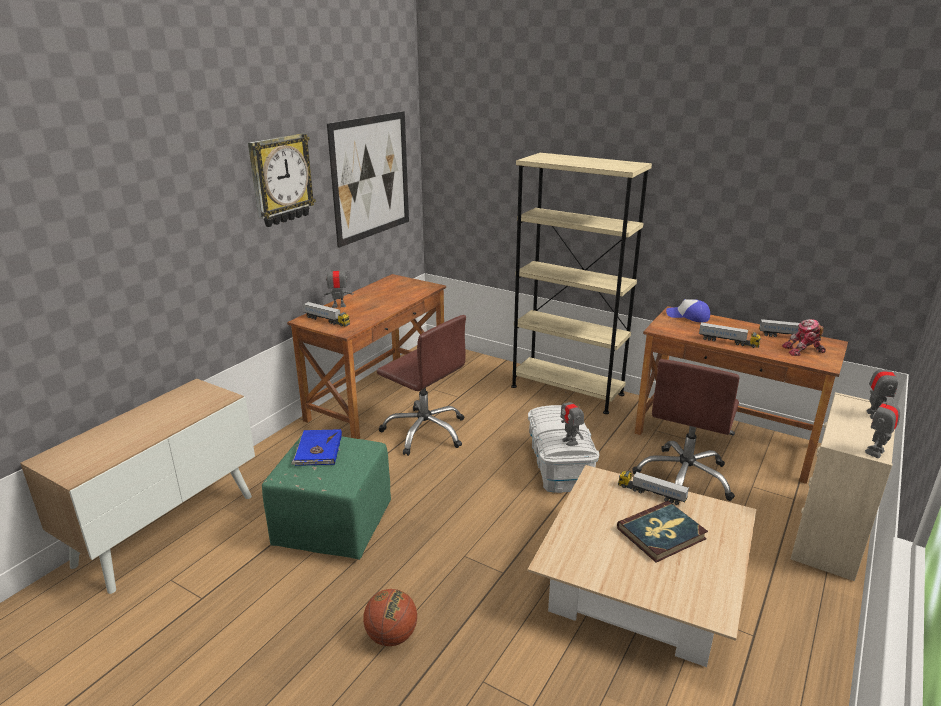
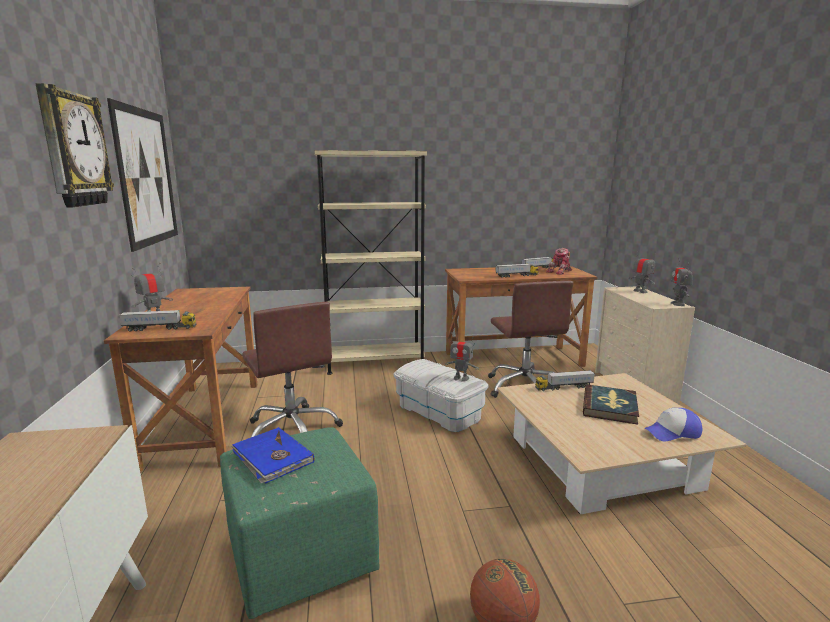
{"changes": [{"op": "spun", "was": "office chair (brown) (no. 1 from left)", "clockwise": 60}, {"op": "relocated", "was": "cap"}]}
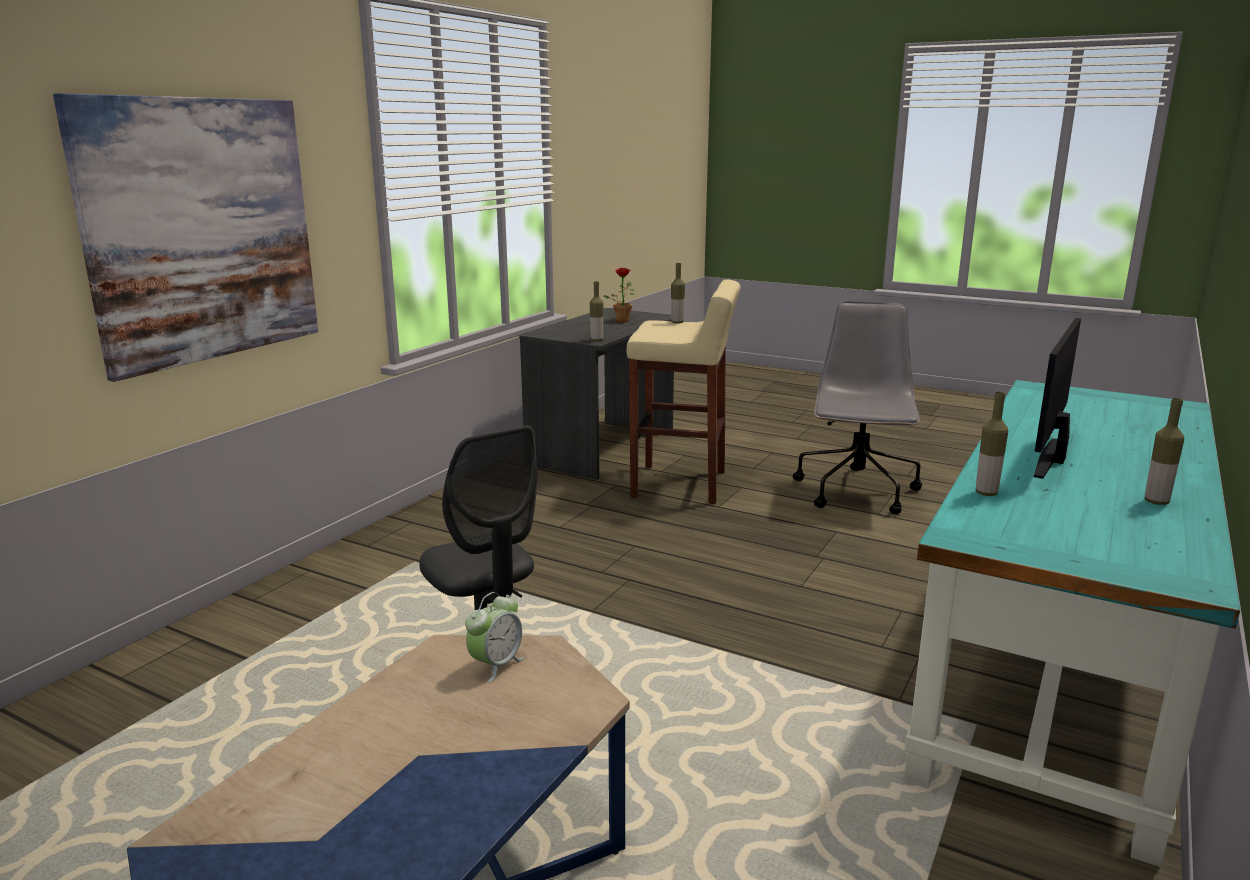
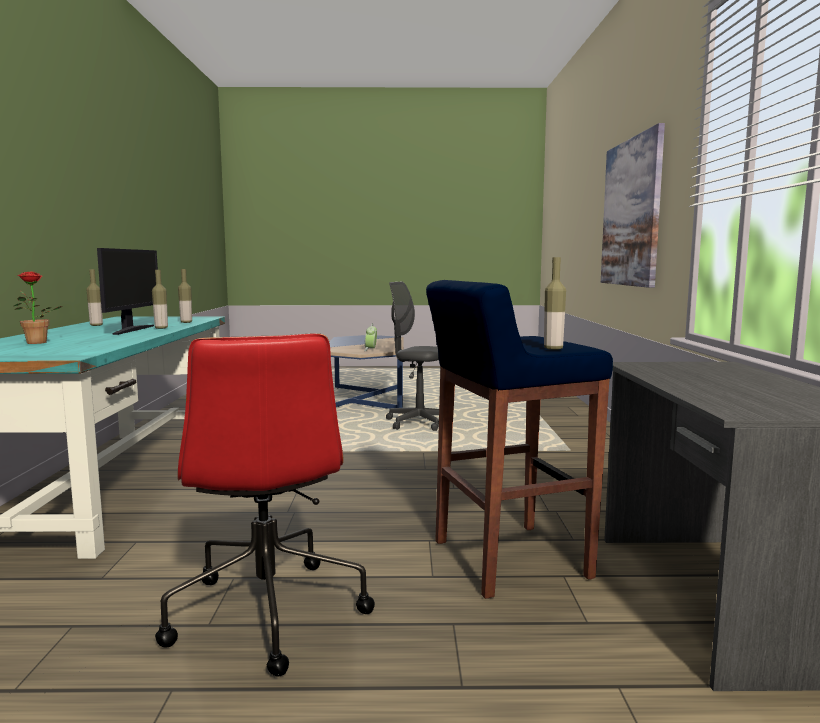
{"changes": [{"op": "relocated", "was": "potted plant"}, {"op": "relocated", "was": "bottle (no. 1 from left in the first image)", "now": "bottle (no. 2 from left)"}, {"op": "colour", "was": "office chair (grey) (no. 2 from left)", "now": "office chair (red)"}, {"op": "colour", "was": "stool (beige)", "now": "stool (blue)"}]}
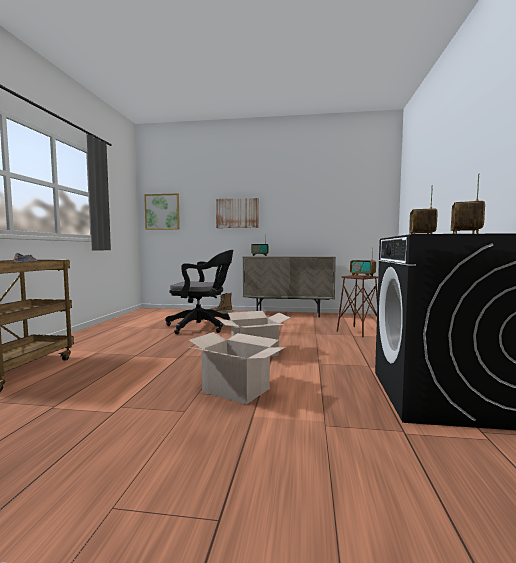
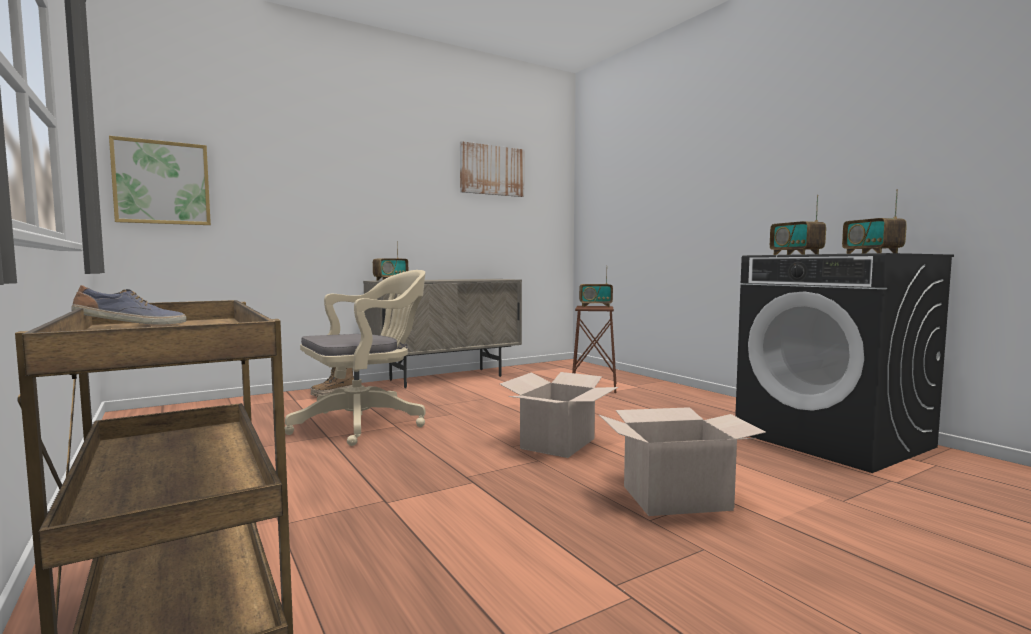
{"changes": [{"op": "colour", "was": "office chair (black)", "now": "office chair (beige)"}, {"op": "relocated", "was": "picture (no. 2 from left)"}]}
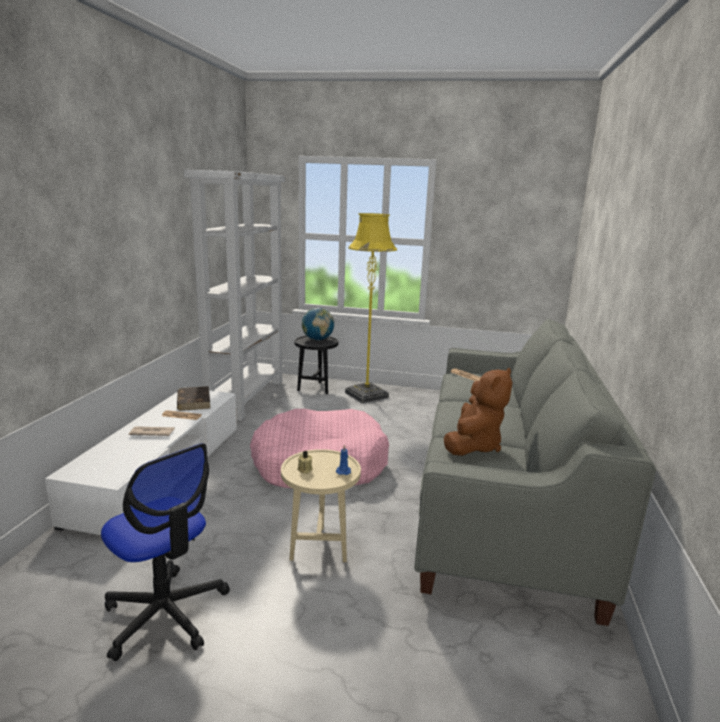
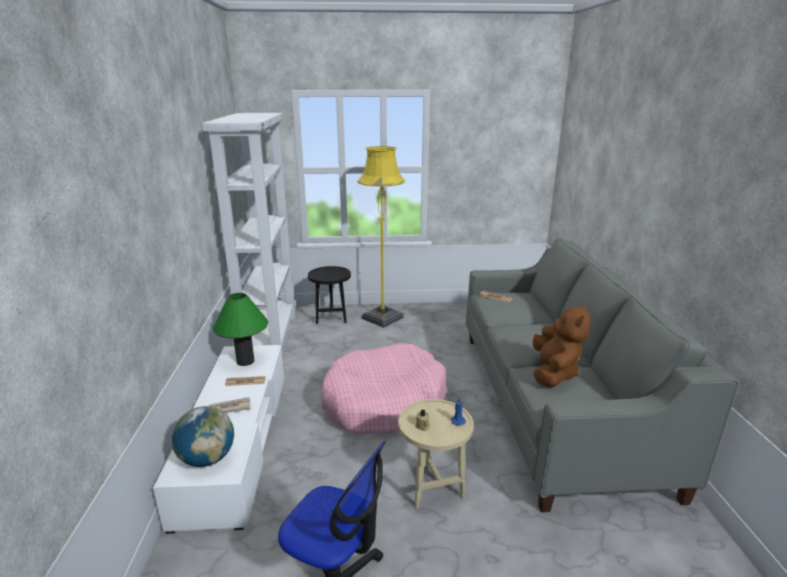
{"changes": [{"op": "relocated", "was": "globe"}, {"op": "exchanged", "was": "book (brown)", "now": "table lamp (green)"}]}
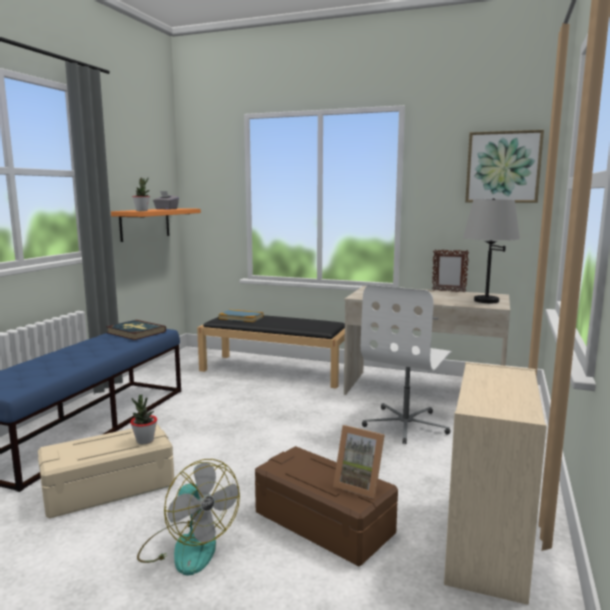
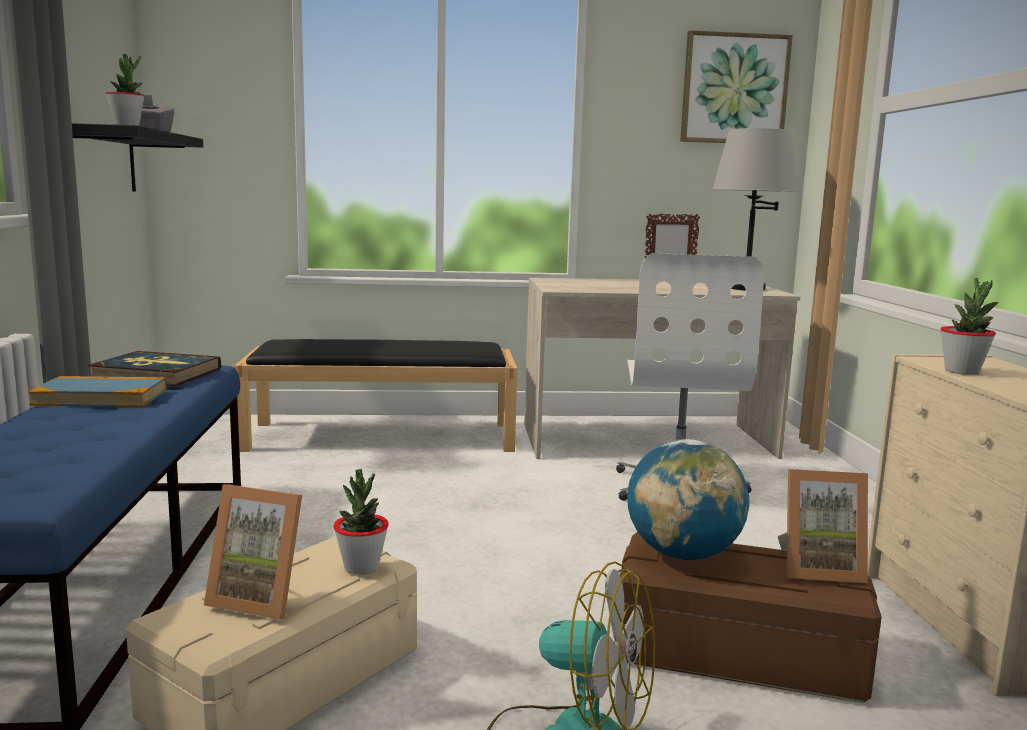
{"changes": [{"op": "relocated", "was": "book (no. 2 from left in the first image)", "now": "book (no. 1 from left)"}, {"op": "colour", "was": "shelf (orange)", "now": "shelf (black)"}, {"op": "appeared", "now": "picture frame (no. 1 from left)"}, {"op": "appeared", "now": "globe"}, {"op": "appeared", "now": "potted plant (no. 3 from left)"}]}
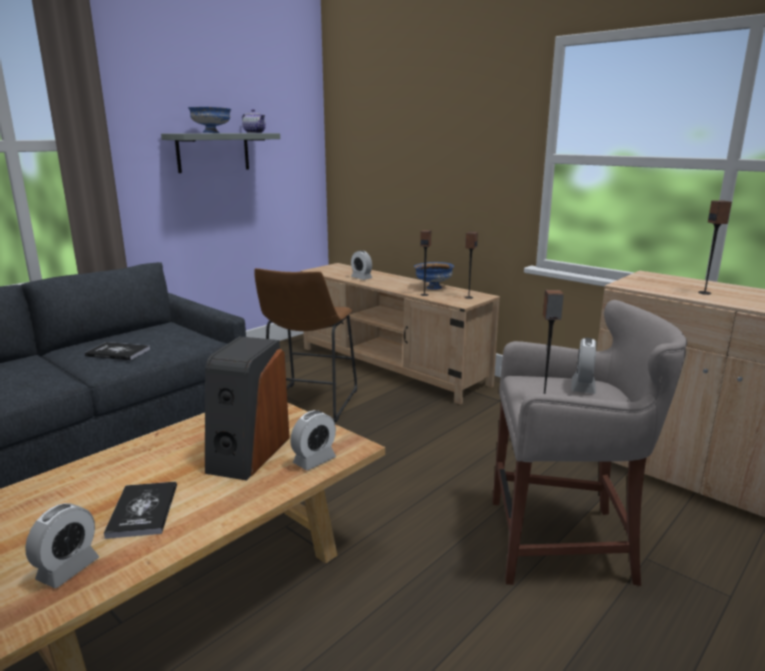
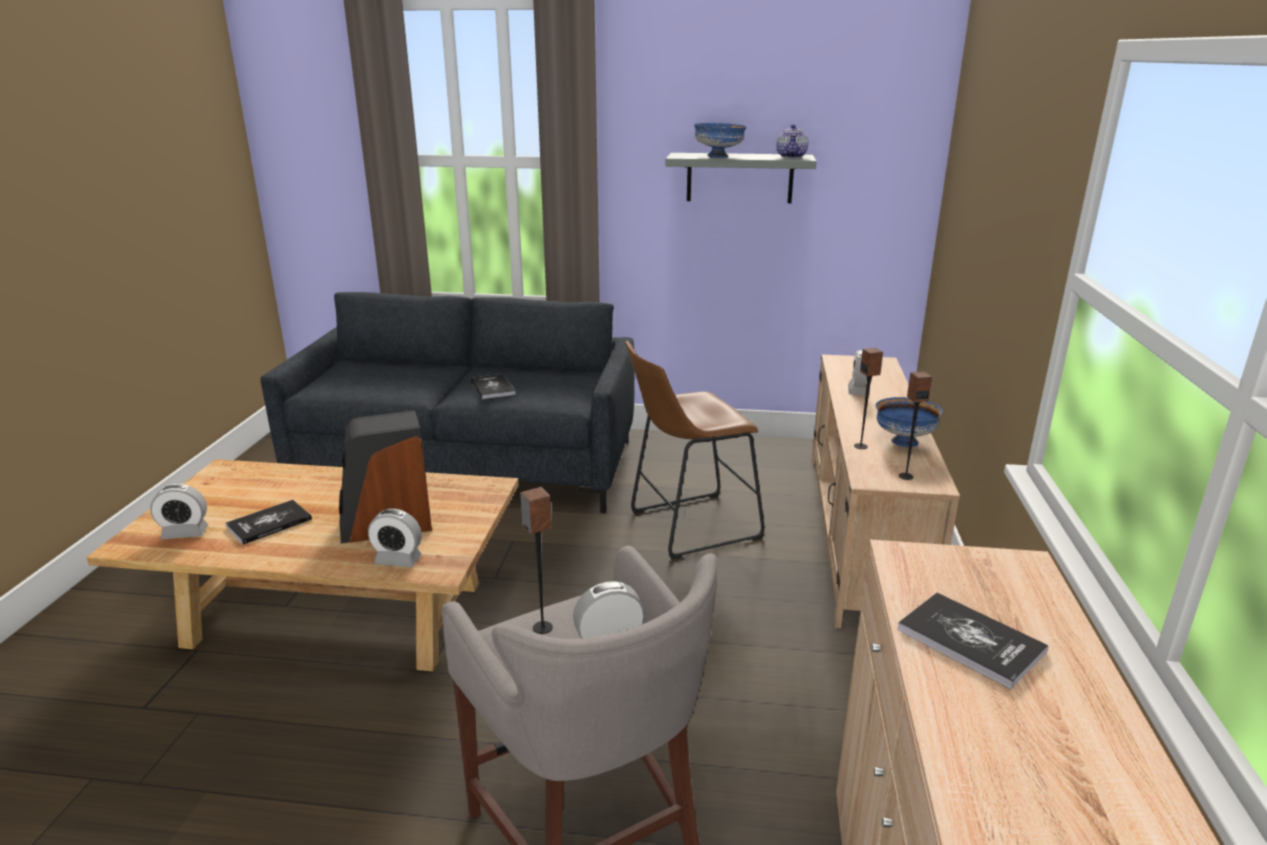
{"changes": [{"op": "exchanged", "was": "speaker (no. 5 from left)", "now": "book (no. 3 from left)"}]}
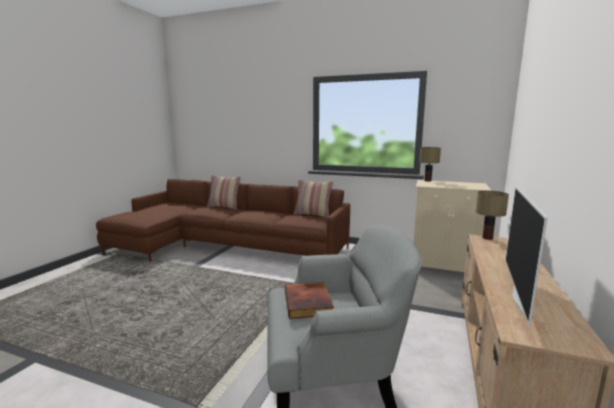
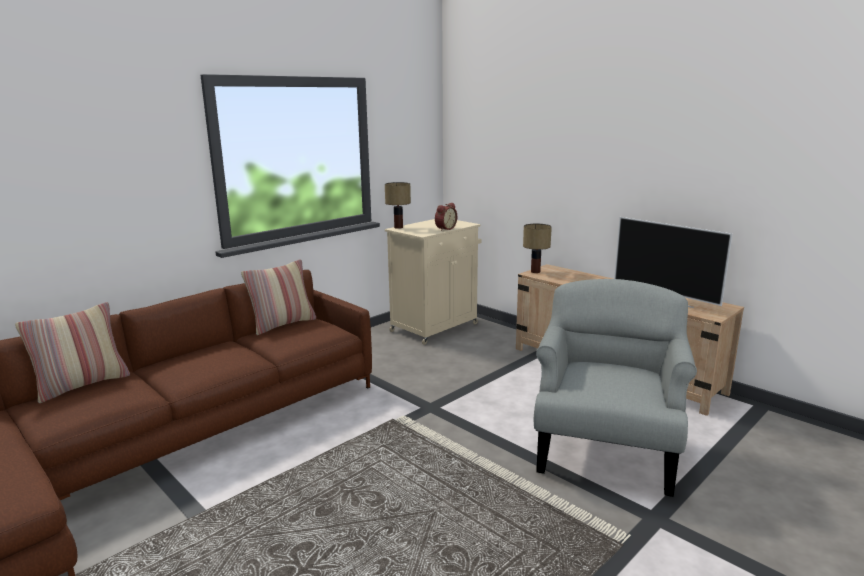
{"changes": [{"op": "appeared", "now": "alarm clock"}, {"op": "missing", "was": "book"}]}
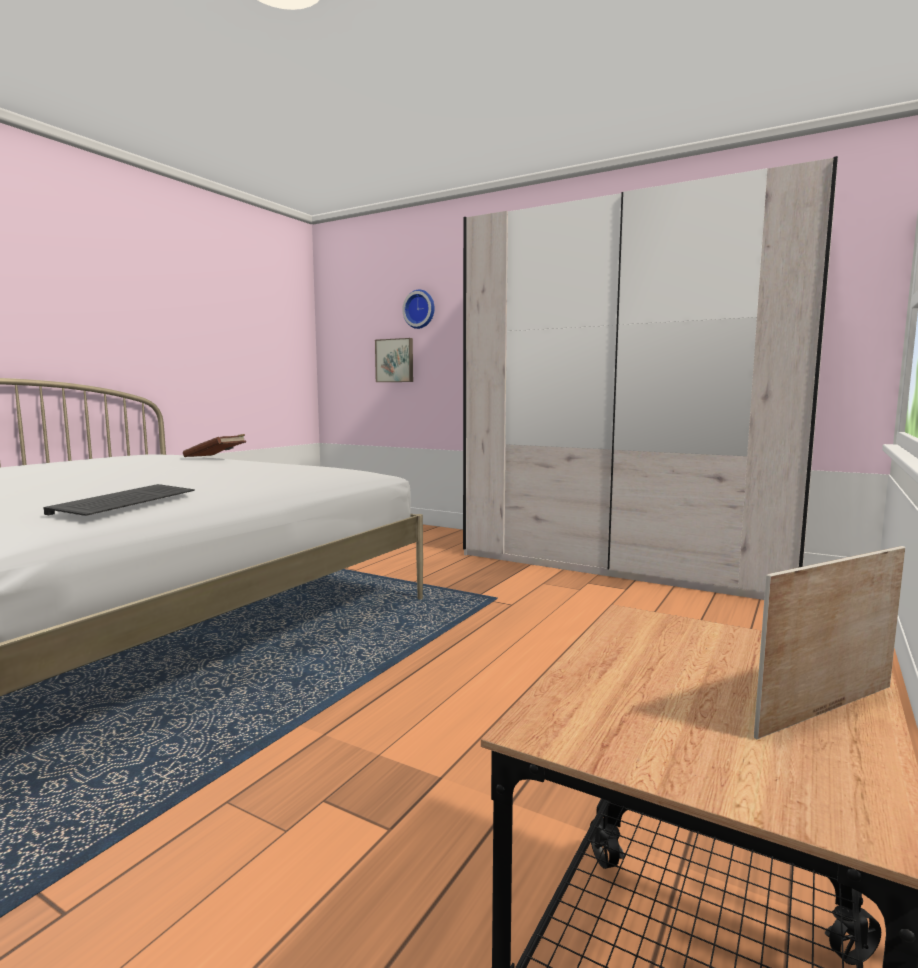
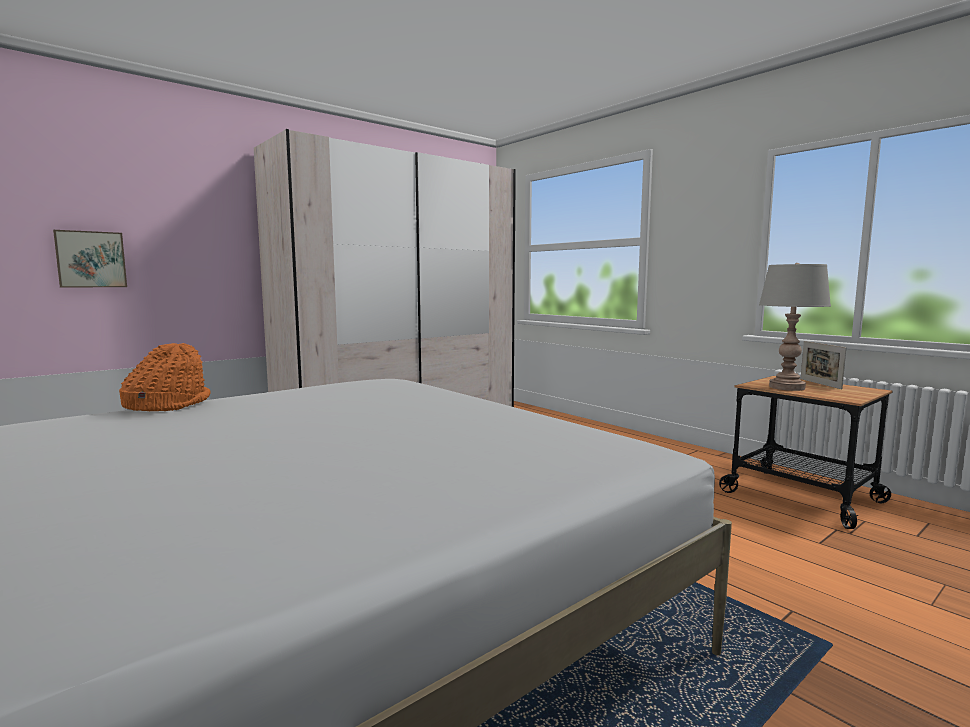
{"changes": [{"op": "exchanged", "was": "book (brown)", "now": "hat (orange)"}, {"op": "appeared", "now": "table lamp (grey)"}, {"op": "missing", "was": "keyboard"}, {"op": "missing", "was": "wall clock"}]}
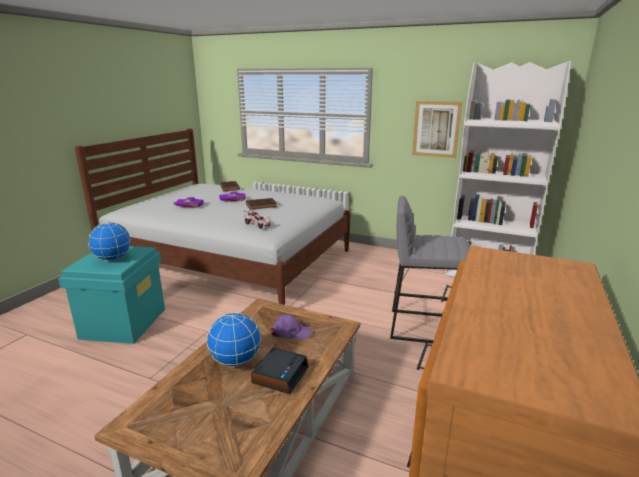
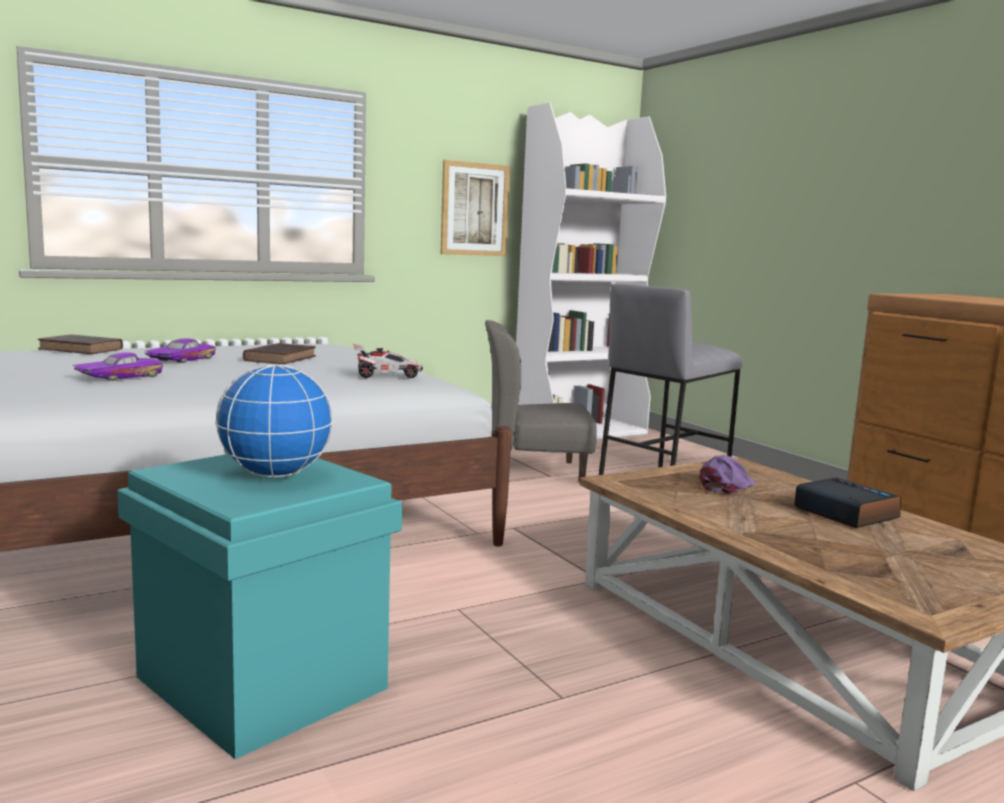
{"changes": [{"op": "appeared", "now": "chair (grey)"}, {"op": "missing", "was": "globe (no. 2 from left)"}]}
